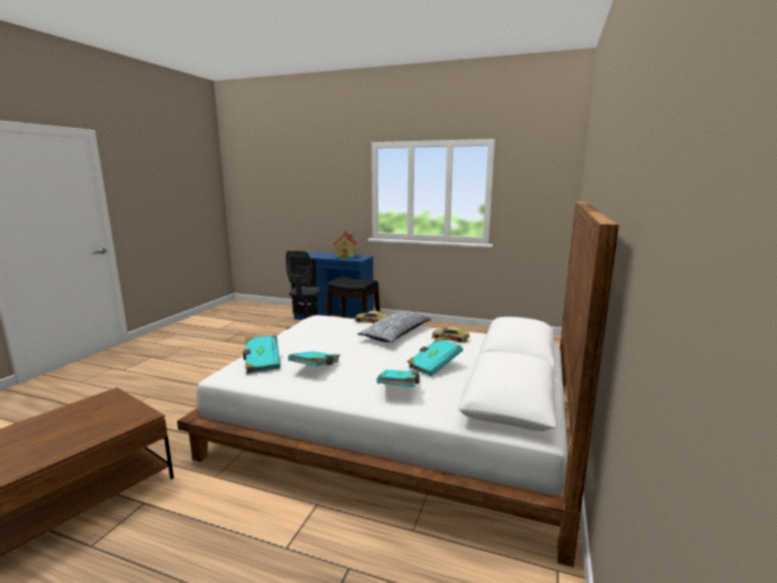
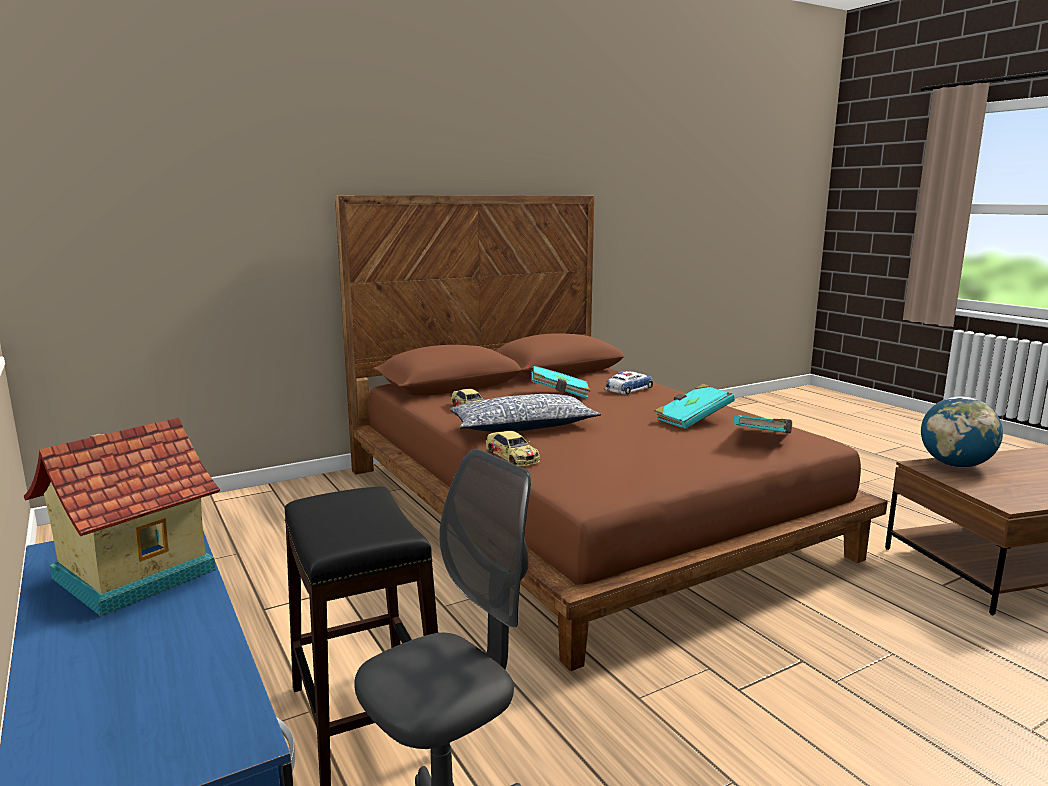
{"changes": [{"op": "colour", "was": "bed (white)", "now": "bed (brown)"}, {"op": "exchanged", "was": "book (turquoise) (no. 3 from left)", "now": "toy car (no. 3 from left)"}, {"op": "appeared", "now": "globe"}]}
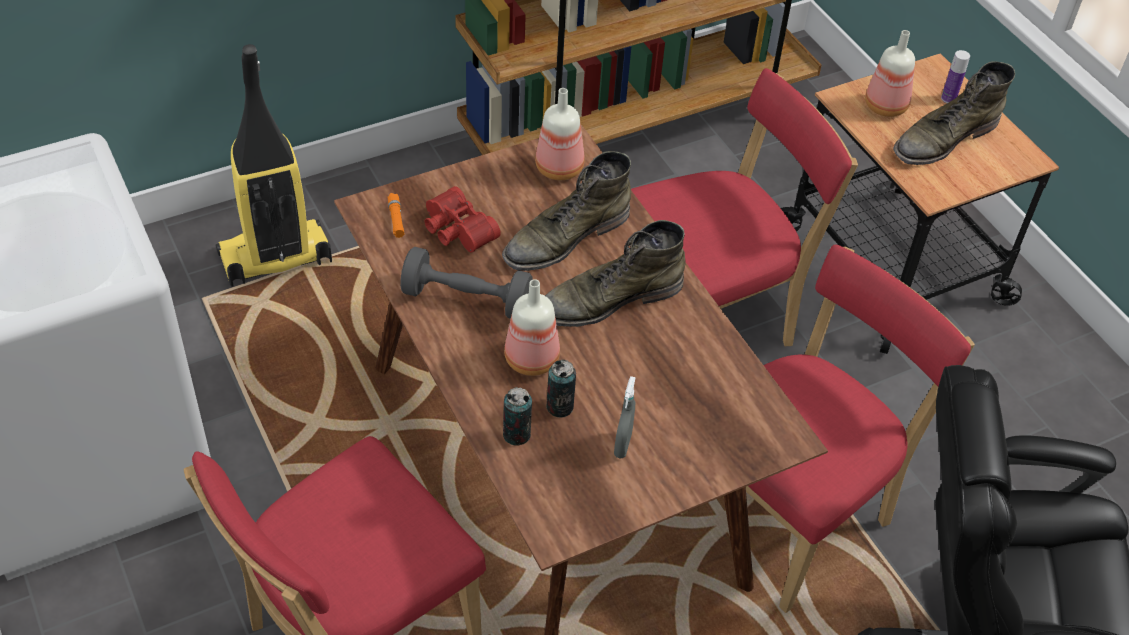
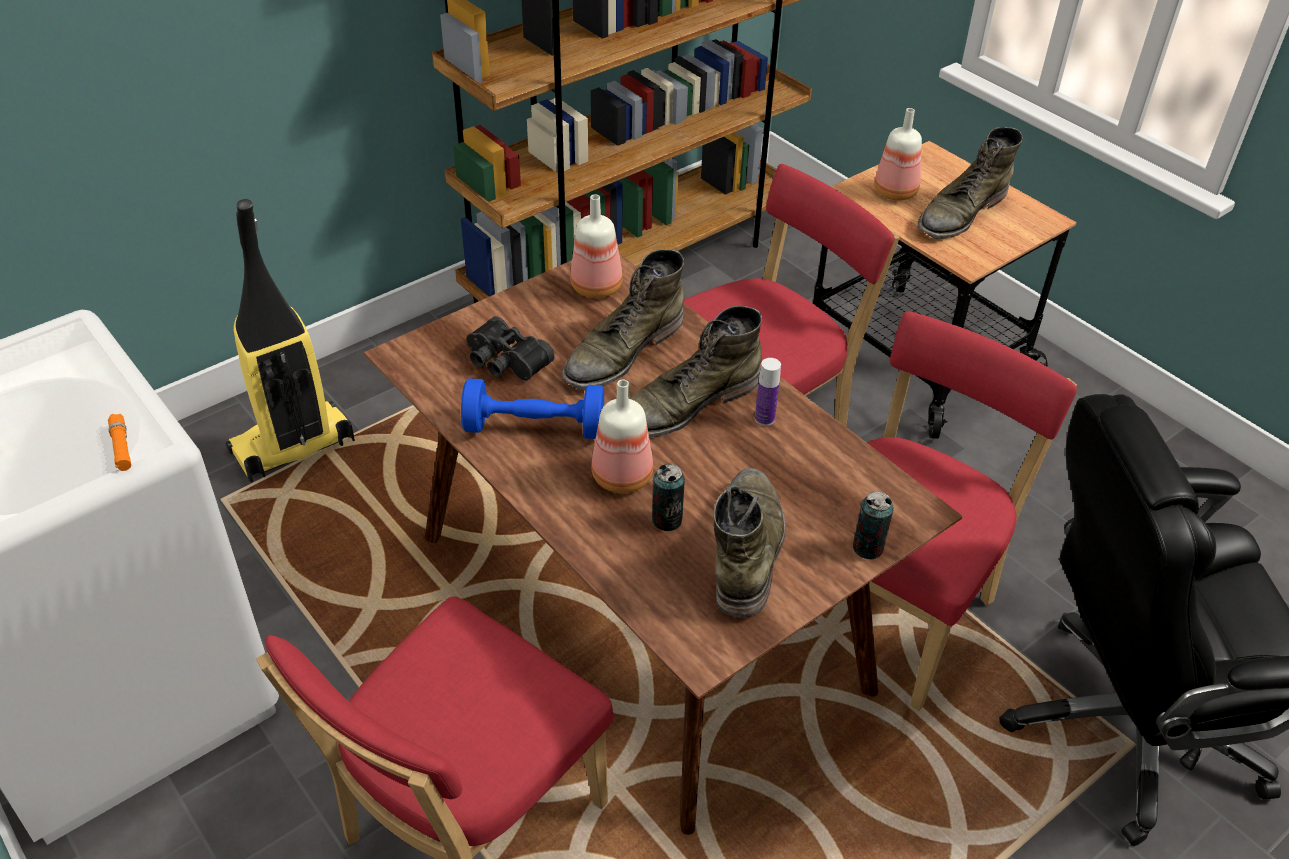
{"changes": [{"op": "relocated", "was": "flashlight (orange)"}, {"op": "colour", "was": "dumbbell (grey)", "now": "dumbbell (blue)"}, {"op": "colour", "was": "binoculars (red)", "now": "binoculars (black)"}, {"op": "exchanged", "was": "spray bottle (grey)", "now": "boot (green) (no. 3 from left)"}, {"op": "relocated", "was": "bottle (no. 4 from left in the first image)", "now": "bottle (no. 3 from left)"}, {"op": "relocated", "was": "can (no. 1 from left in the first image)", "now": "can (no. 2 from left)"}]}
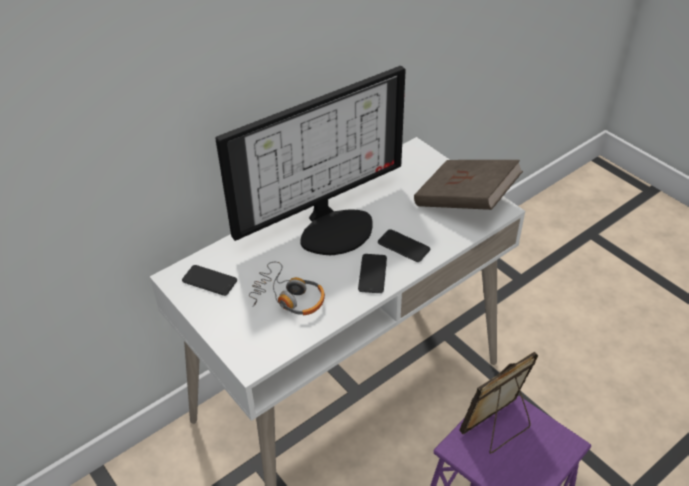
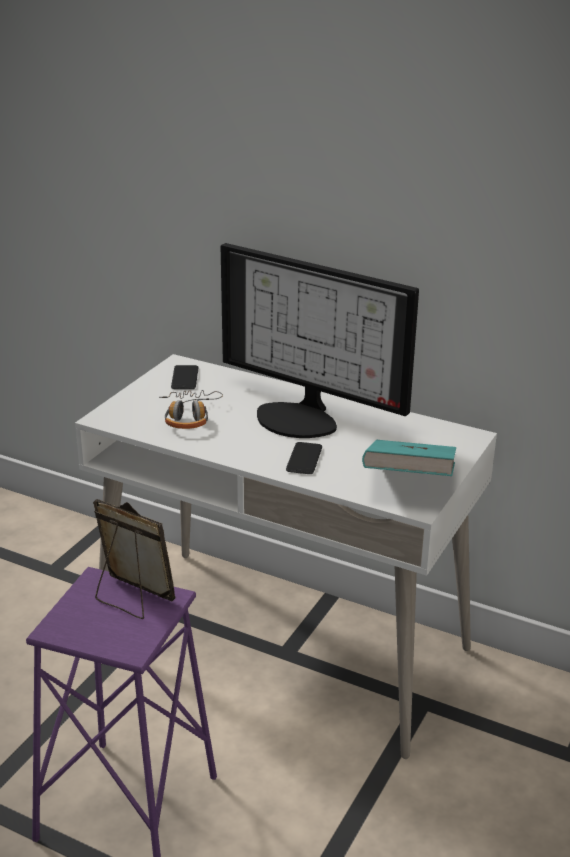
{"changes": [{"op": "colour", "was": "book (brown)", "now": "book (turquoise)"}, {"op": "missing", "was": "phone (no. 2 from left)"}]}
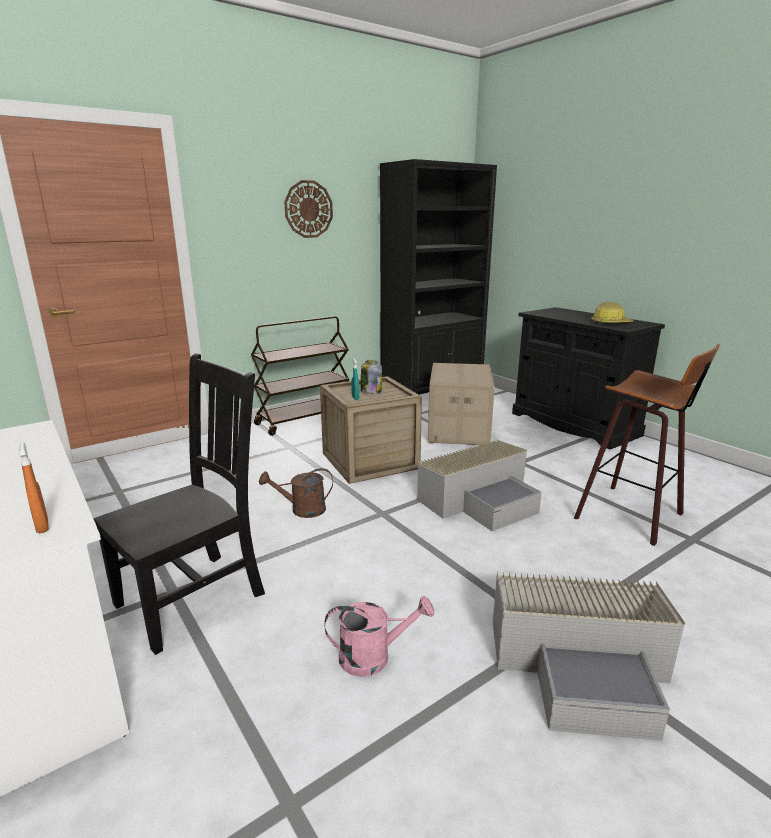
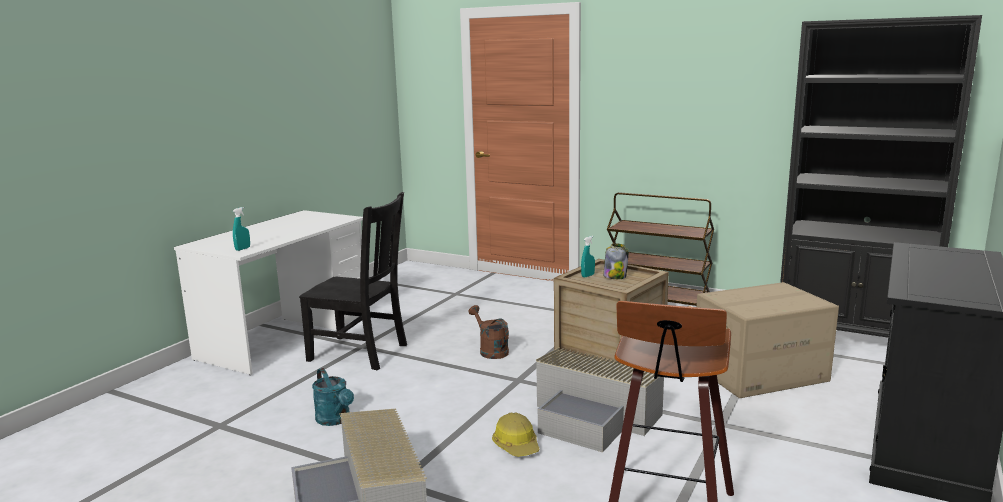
{"changes": [{"op": "colour", "was": "spray bottle (orange)", "now": "spray bottle (turquoise) (no. 1 from left)"}, {"op": "colour", "was": "watering can (pink)", "now": "watering can (turquoise)"}, {"op": "relocated", "was": "hard hat"}, {"op": "missing", "was": "wall clock"}]}
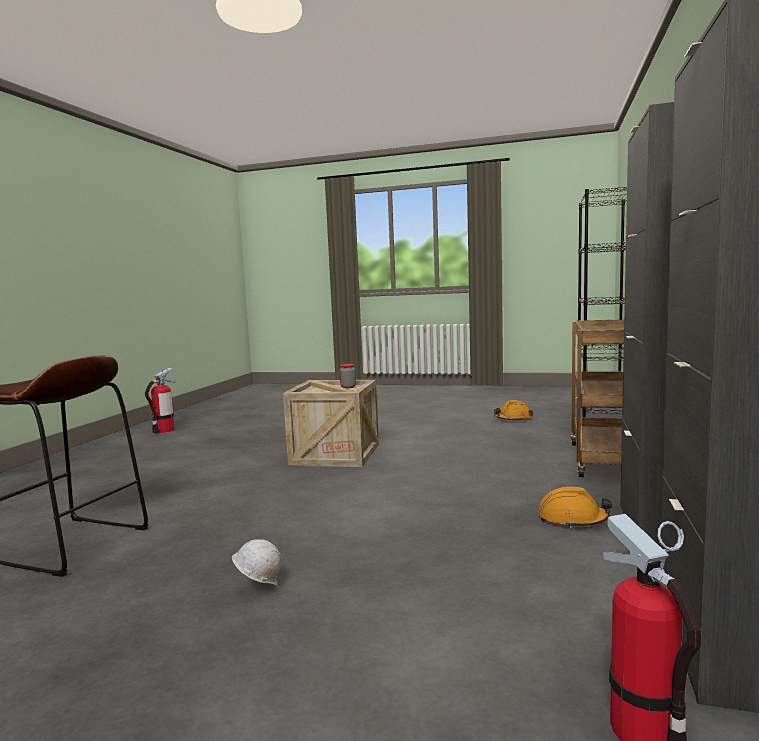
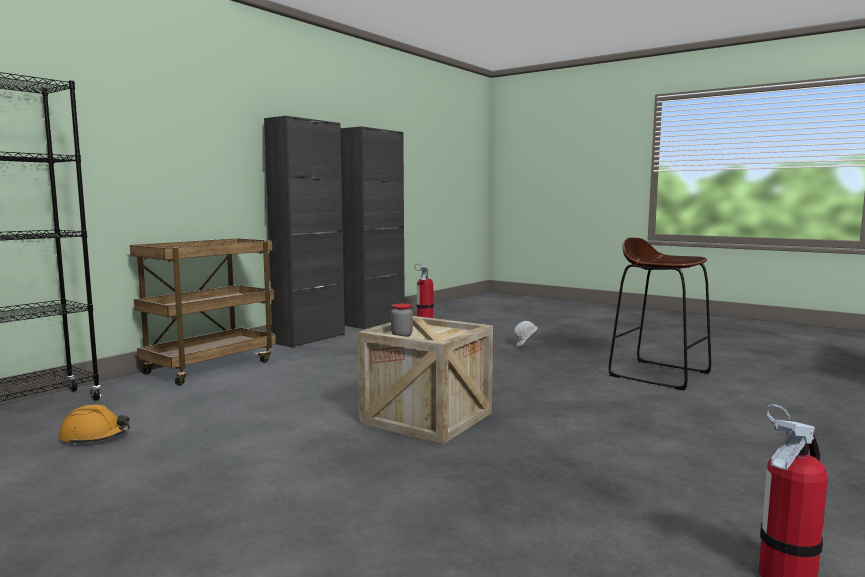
{"changes": [{"op": "missing", "was": "hard hat (orange) (no. 2 from left)"}]}
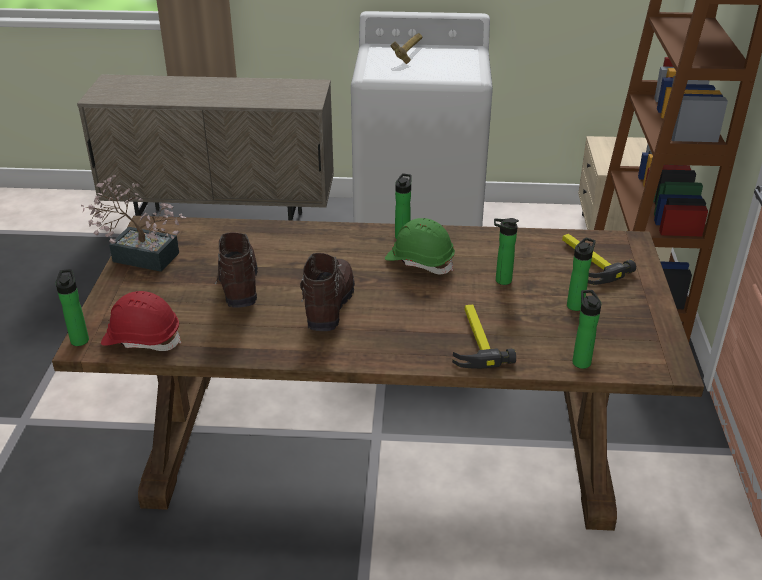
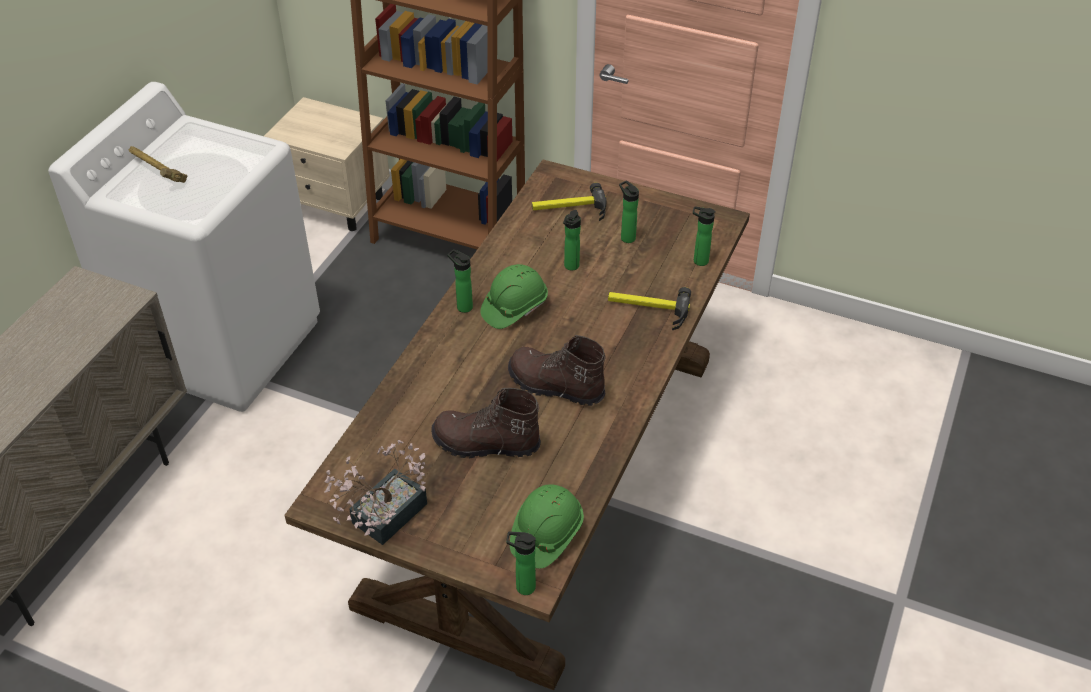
{"changes": [{"op": "colour", "was": "hard hat (red)", "now": "hard hat (green) (no. 2 from left)"}]}
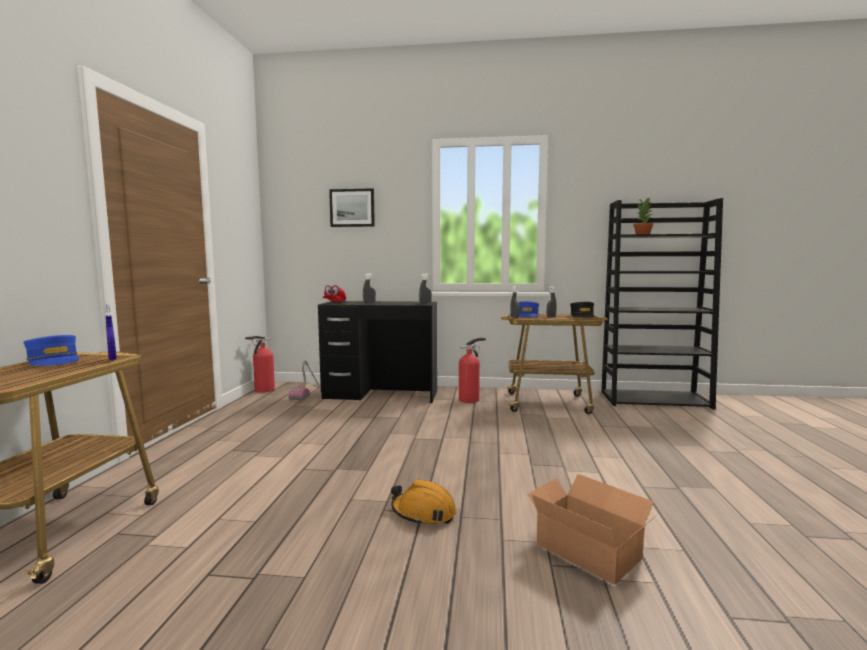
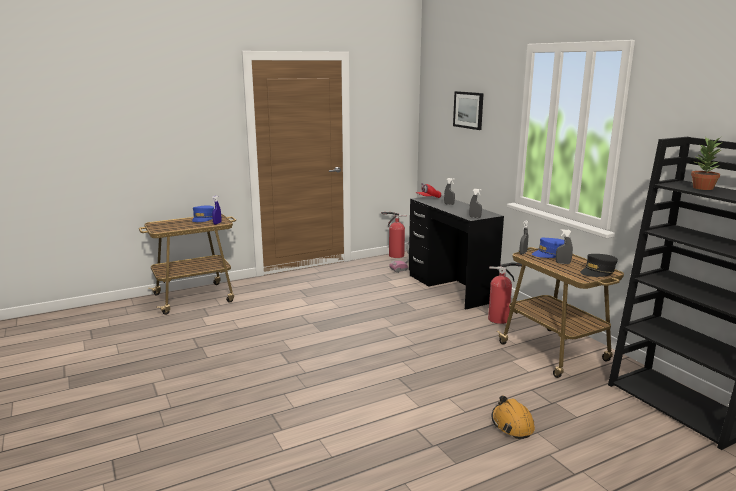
{"changes": [{"op": "relocated", "was": "hard hat (orange)"}, {"op": "missing", "was": "cardboard box"}]}
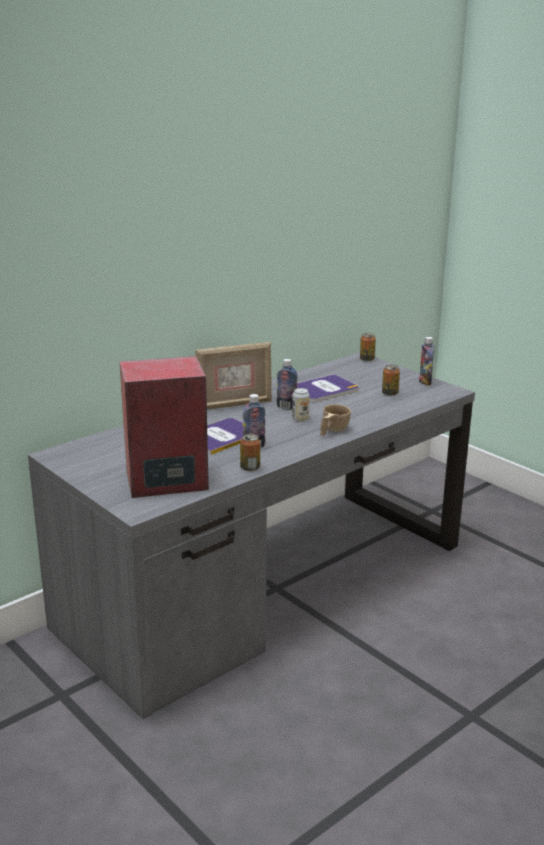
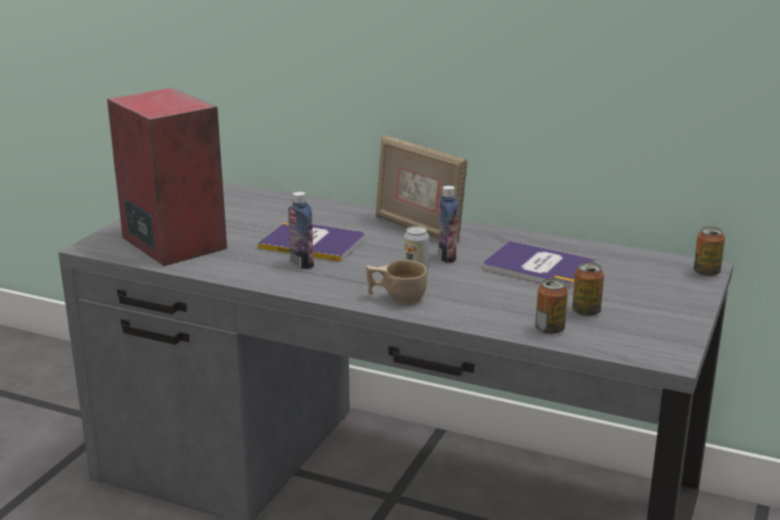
{"changes": [{"op": "relocated", "was": "can (no. 1 from left in the first image)", "now": "can (no. 2 from left)"}, {"op": "missing", "was": "bottle (no. 3 from left)"}]}
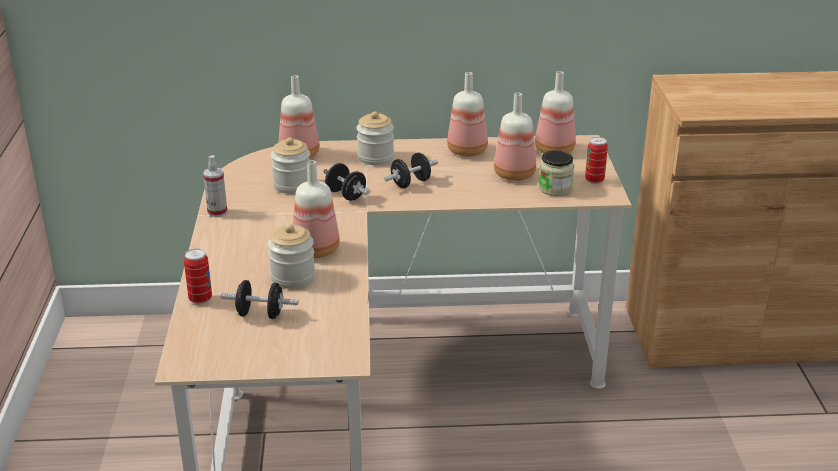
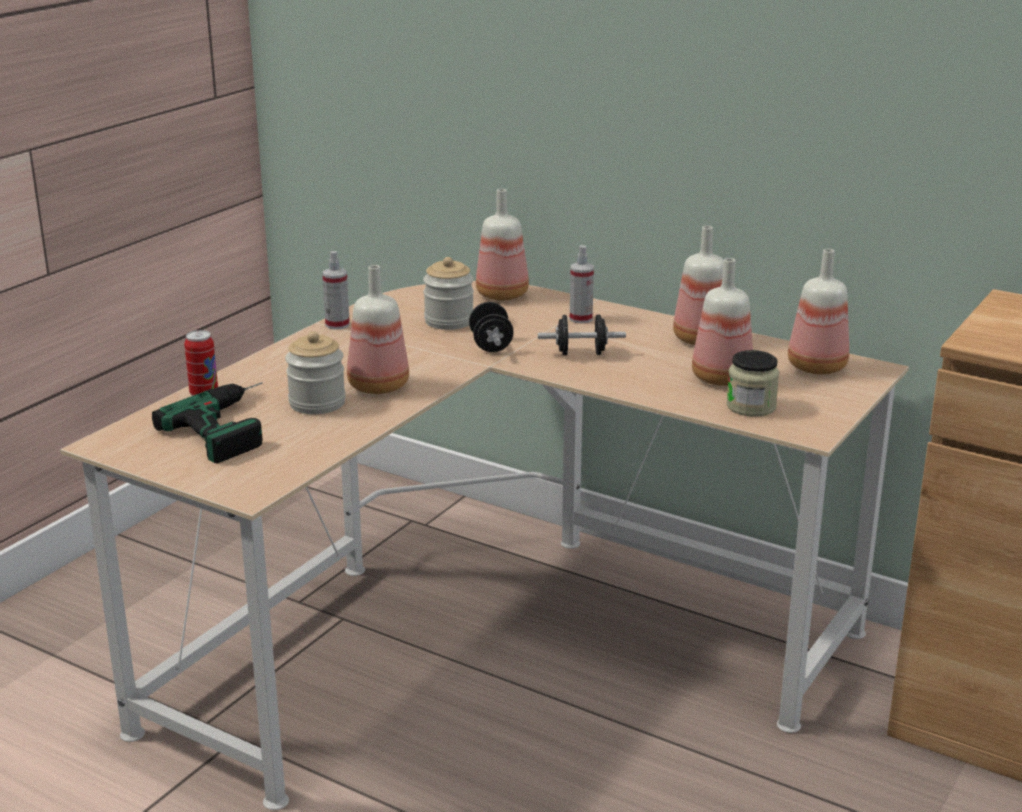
{"changes": [{"op": "exchanged", "was": "dumbbell (black) (no. 1 from left)", "now": "power drill"}, {"op": "exchanged", "was": "jar (no. 3 from left)", "now": "spray bottle (no. 2 from left)"}, {"op": "missing", "was": "can (no. 2 from left)"}]}
